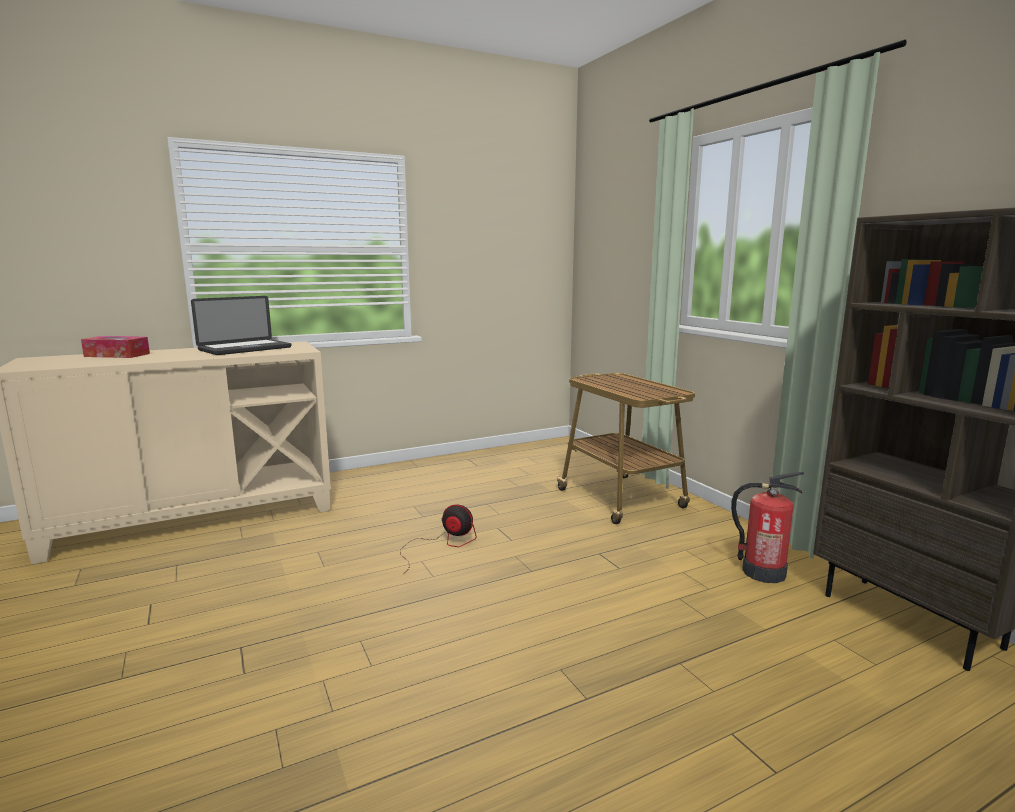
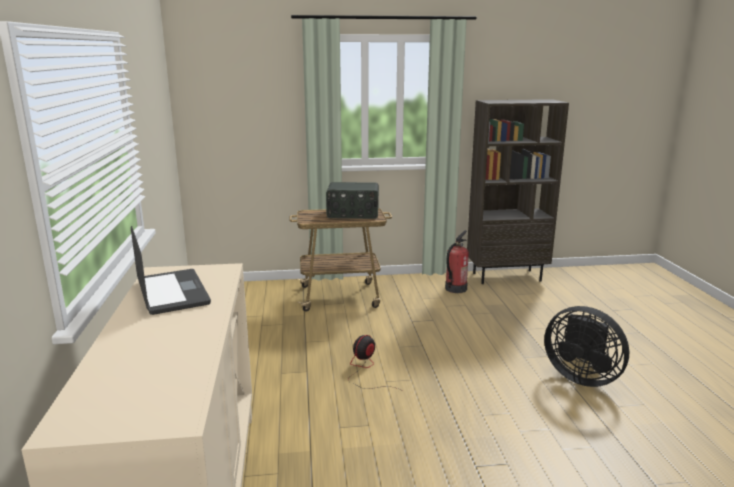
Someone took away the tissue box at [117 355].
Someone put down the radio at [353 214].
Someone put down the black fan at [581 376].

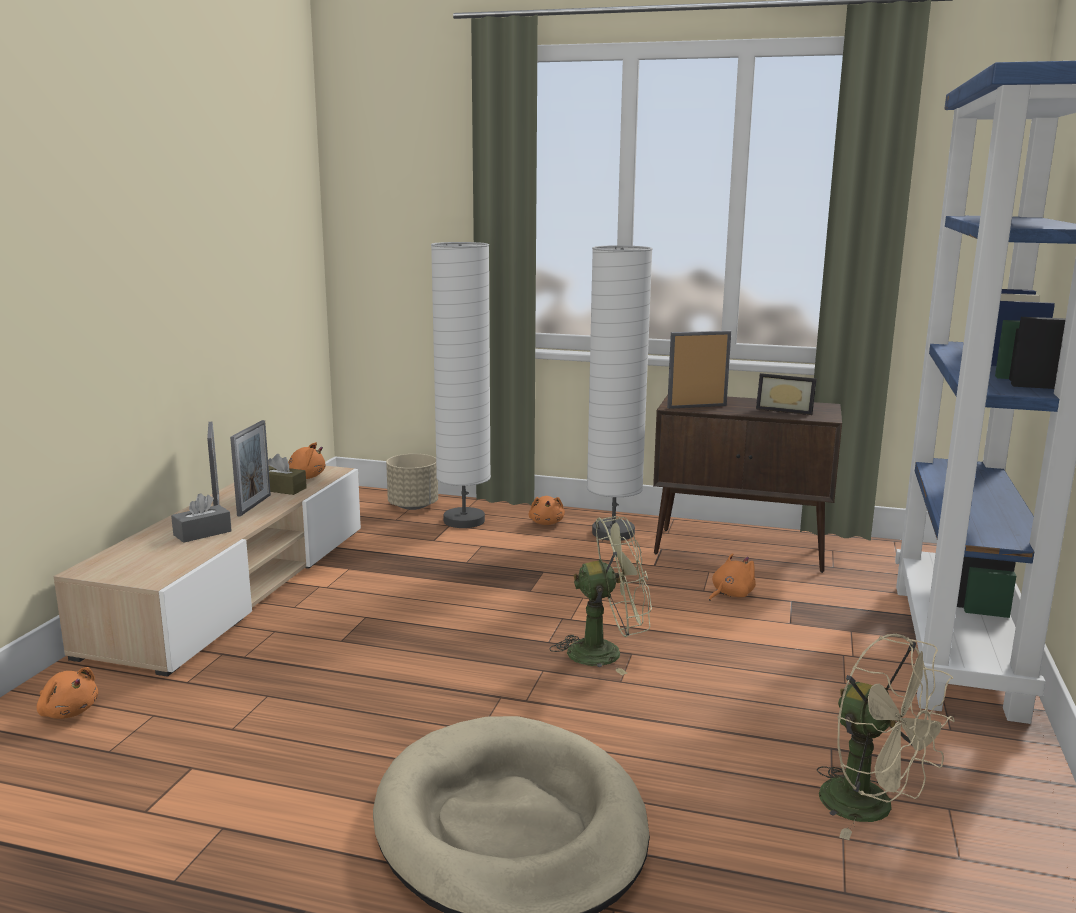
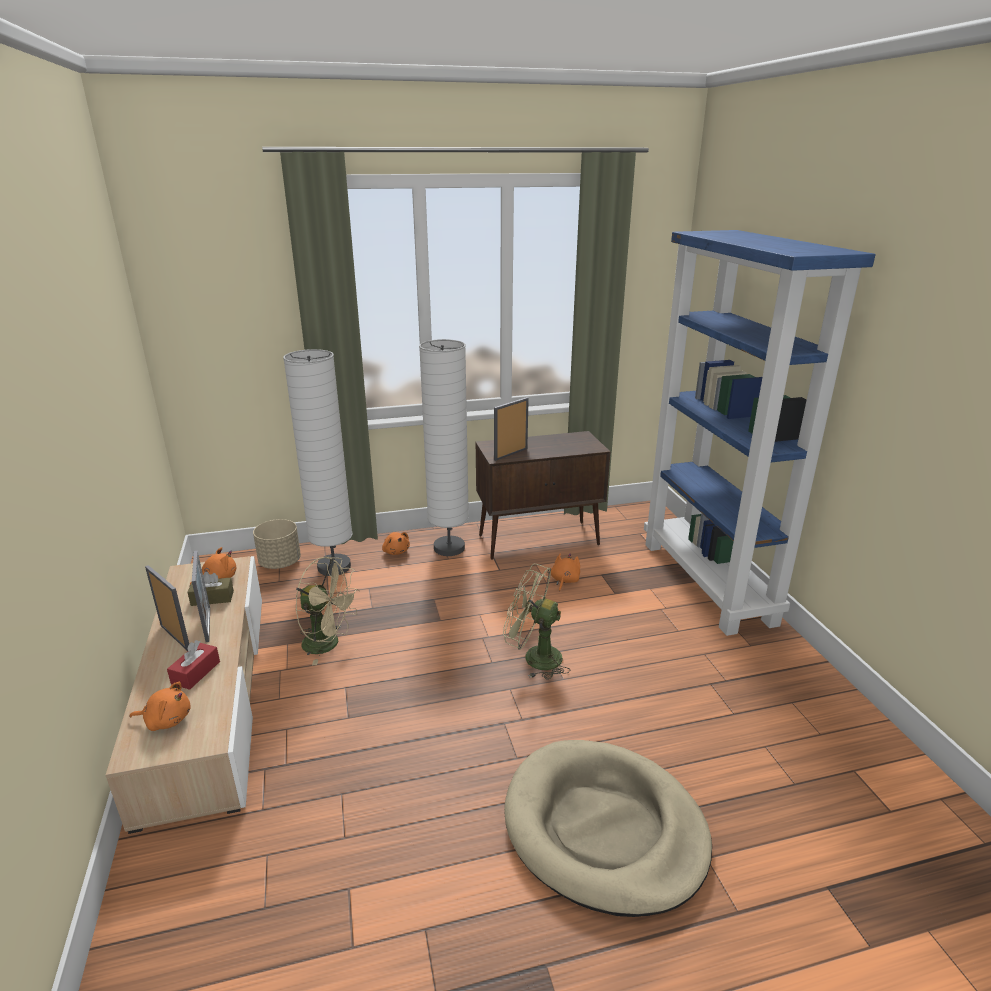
Someone carried the orange plush toy from [68 711] to [166 720].
Someone repainted the grey tissue box at [202 533], which became the red tissue box at [196 672].
Someone rotated the green fan at [606 652] by 120 degrees counterclockwise.
Someone took away the picture frame at [785 410].
Someone carried the beige fan from [872 808] to [328 644].

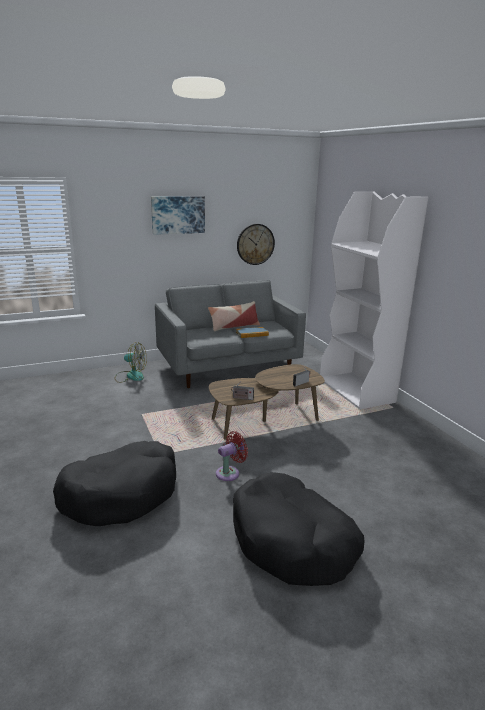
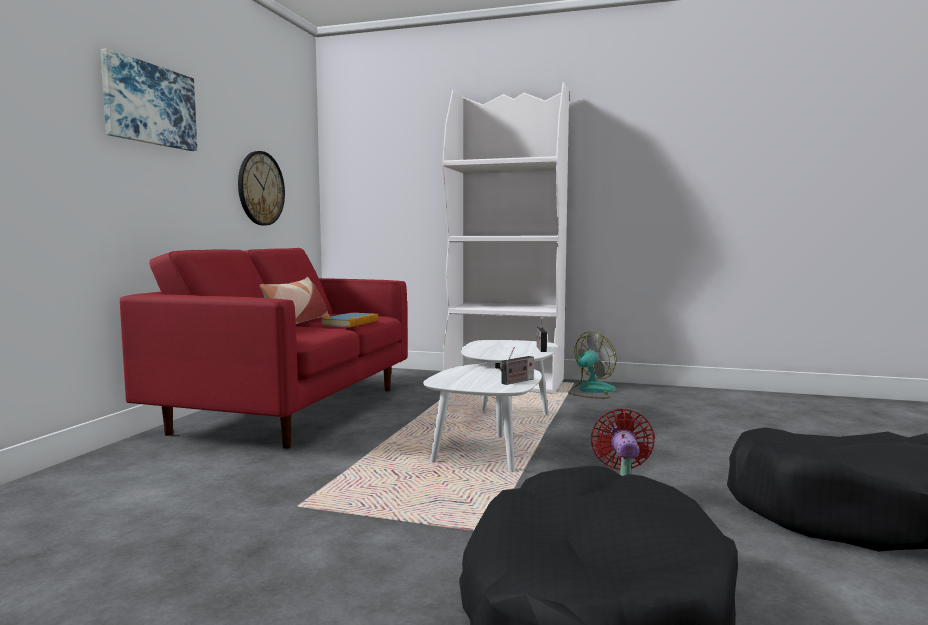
Someone carried the fan from [130 376] to [590 391].
Someone repainted the grey sofa at [229 367], which became the red sofa at [291 410].
Someone repainted the brown coffee table at [265 420], which became the white coffee table at [497 436].

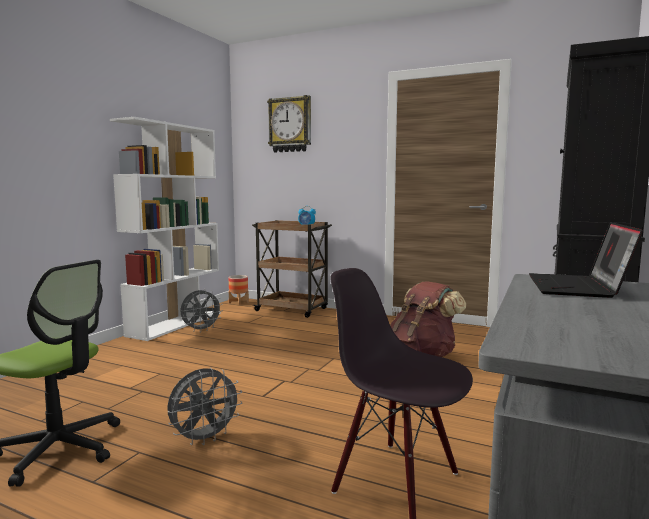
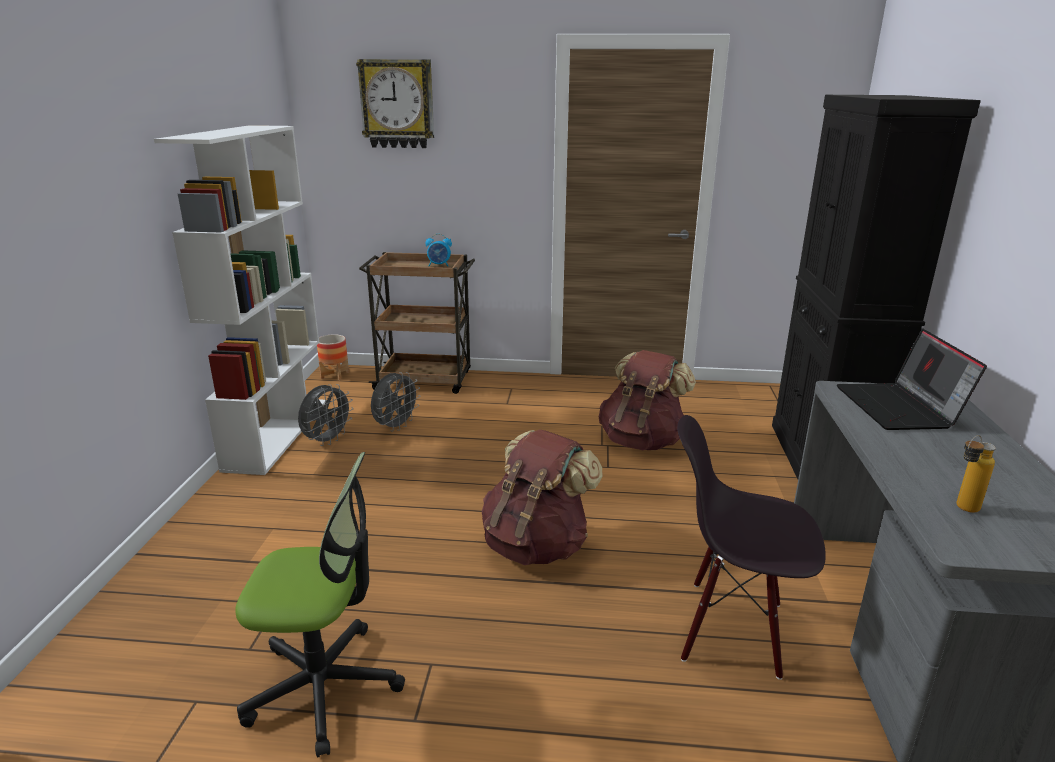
Someone carried the grey fan from [205 438] to [396 426].
Someone put down the brown backpack at [536 545].
Someone put down the bottle at [961 509].

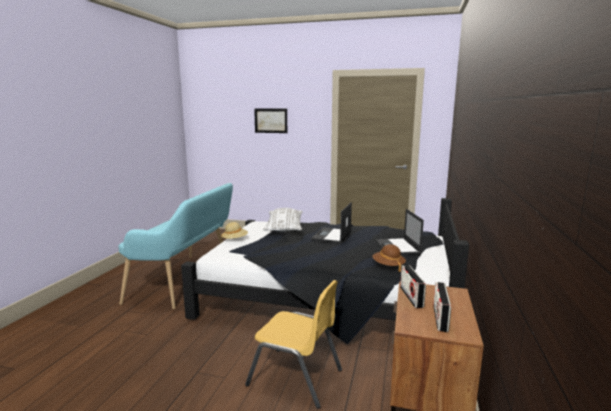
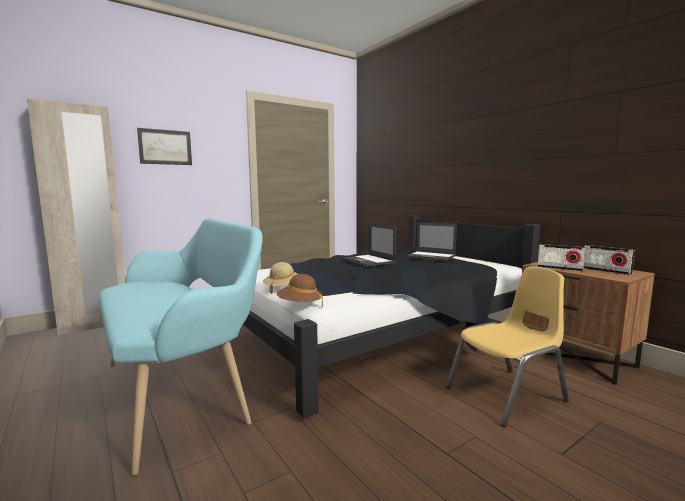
Someone took away the white pillow at [284 228].
Someone carried the brown hat from [388 266] to [300 305].
Someone put down the beige wardrobe at [94 325].

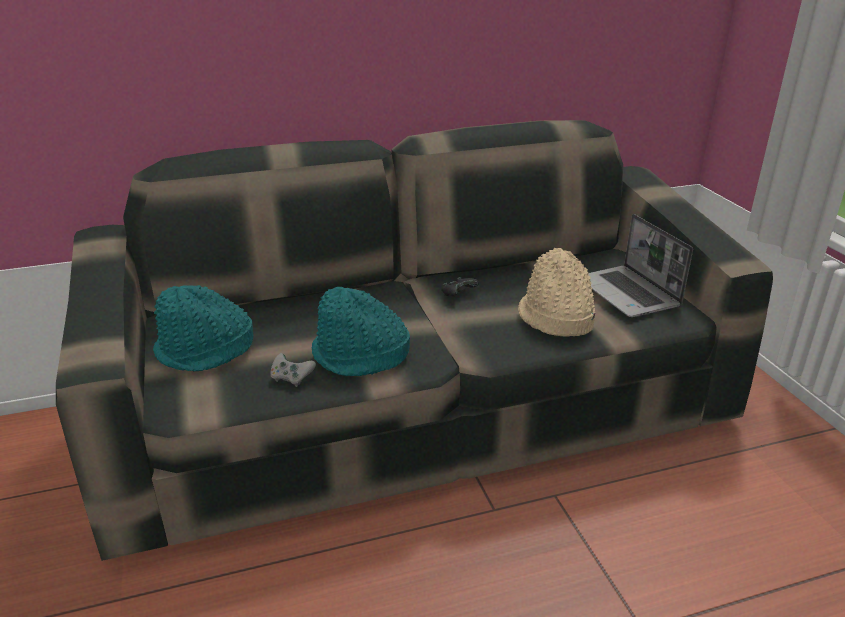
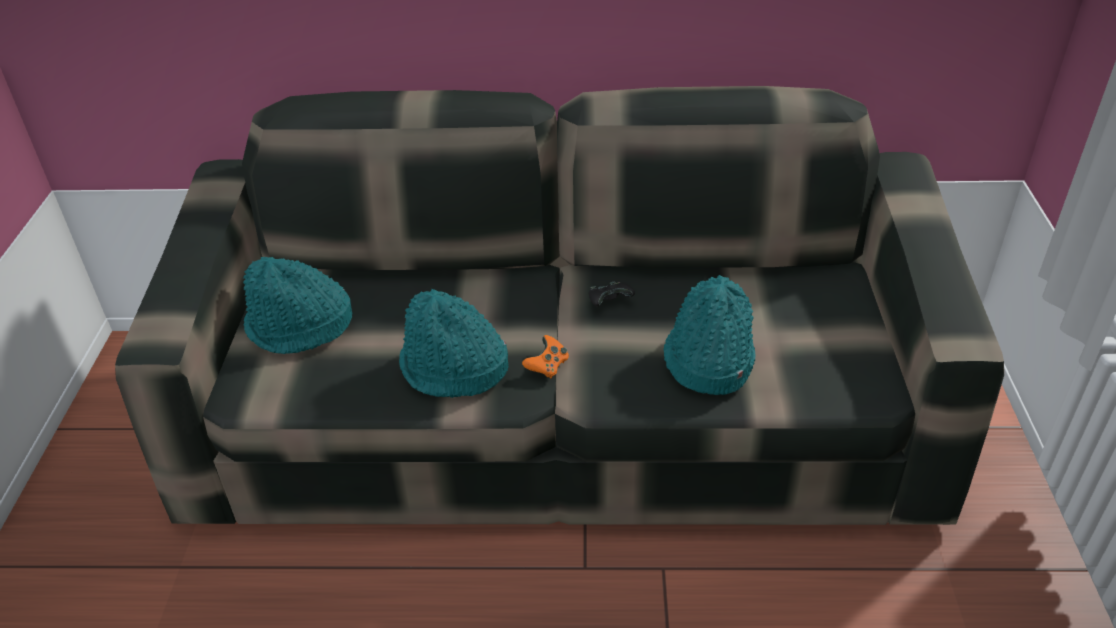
Someone took away the grey game controller at [291 378].
Someone repainted the beige hat at [555 318], which became the turquoise hat at [707 360].
Someone took away the laptop at [629 293].
Someone put down the orange game controller at [547 367].

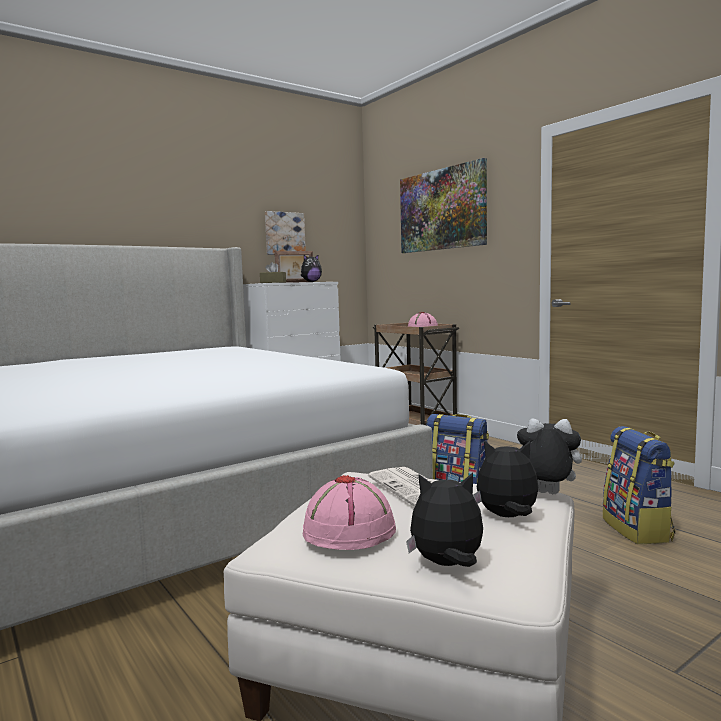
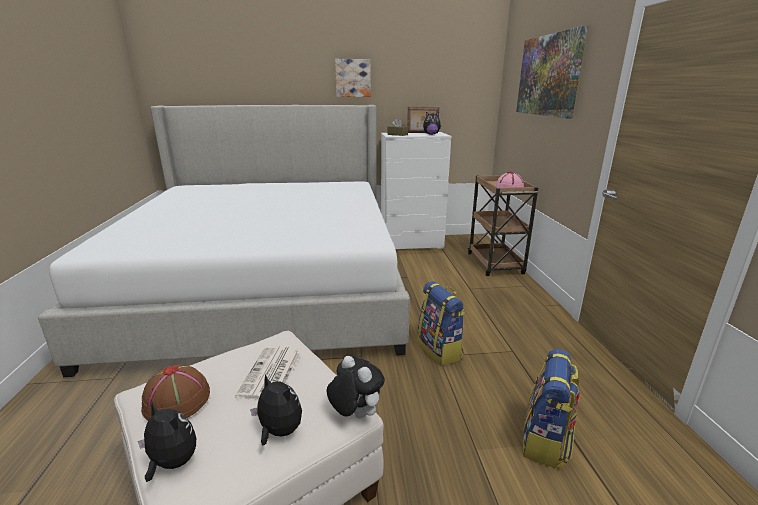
Someone carried the picture from [284 234] to [352 78].
Someone repainted the pink hat at [350 531], which became the brown hat at [177 401].

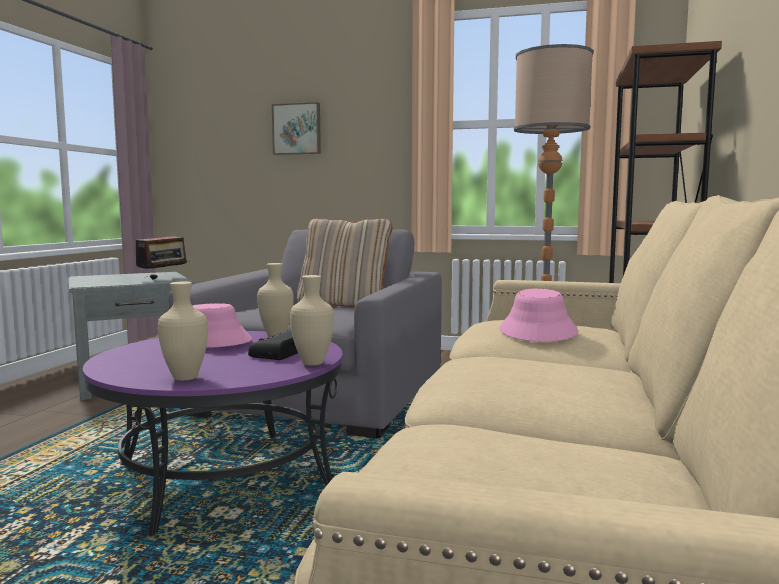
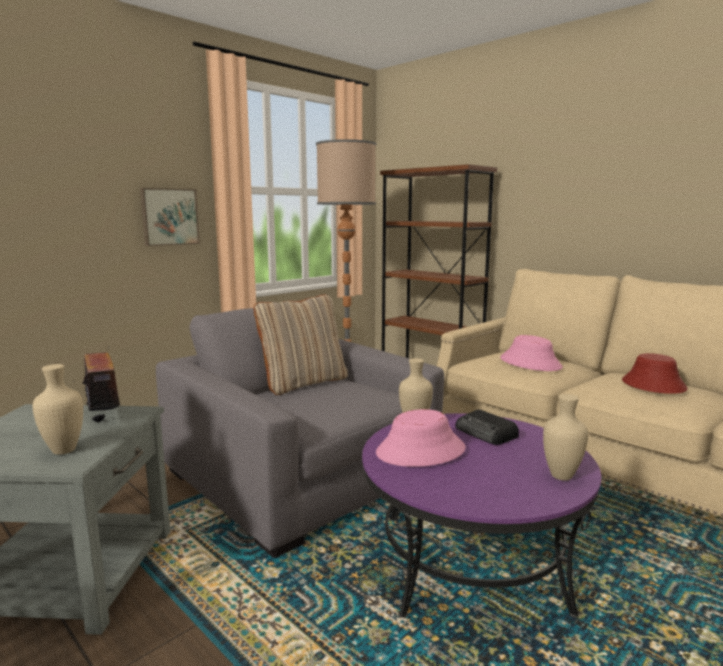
Someone carried the picture from [297 129] to [169 217].
Someone carried the beige vase from [311 363] to [62 451].
Someone put down the red hat at [653 385].

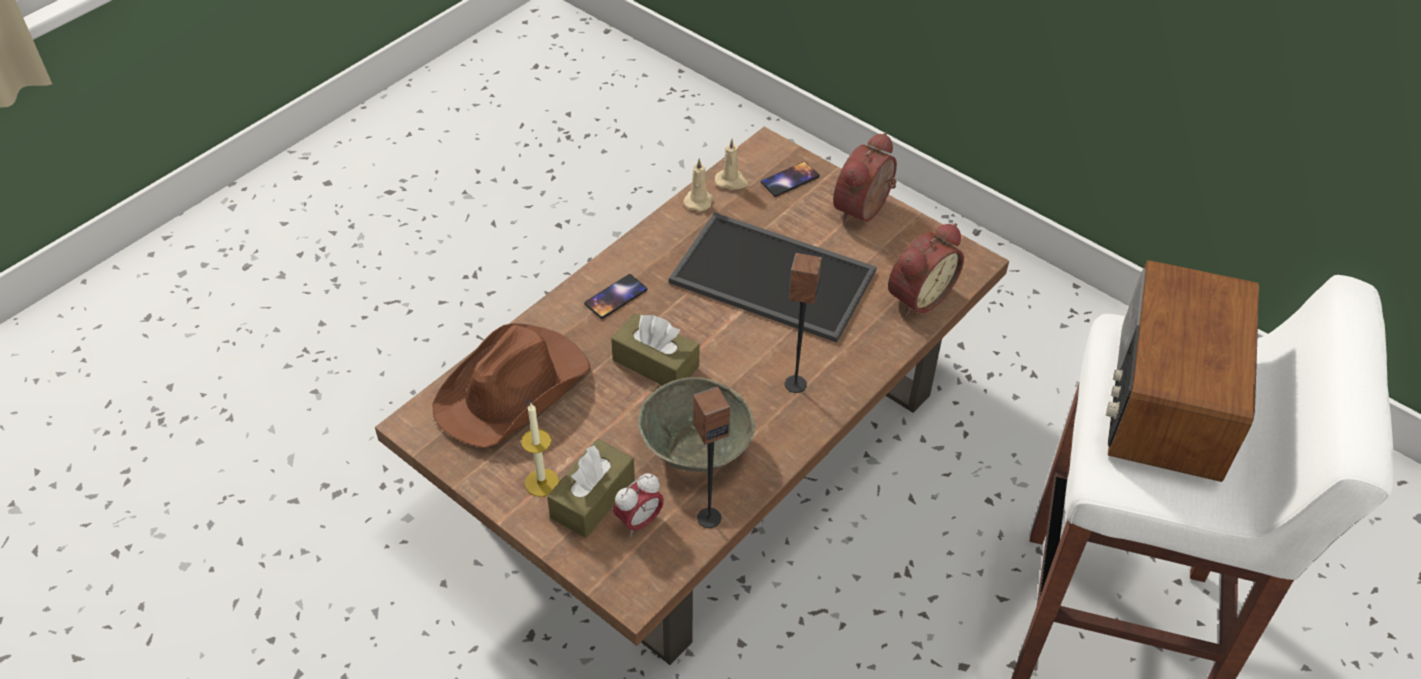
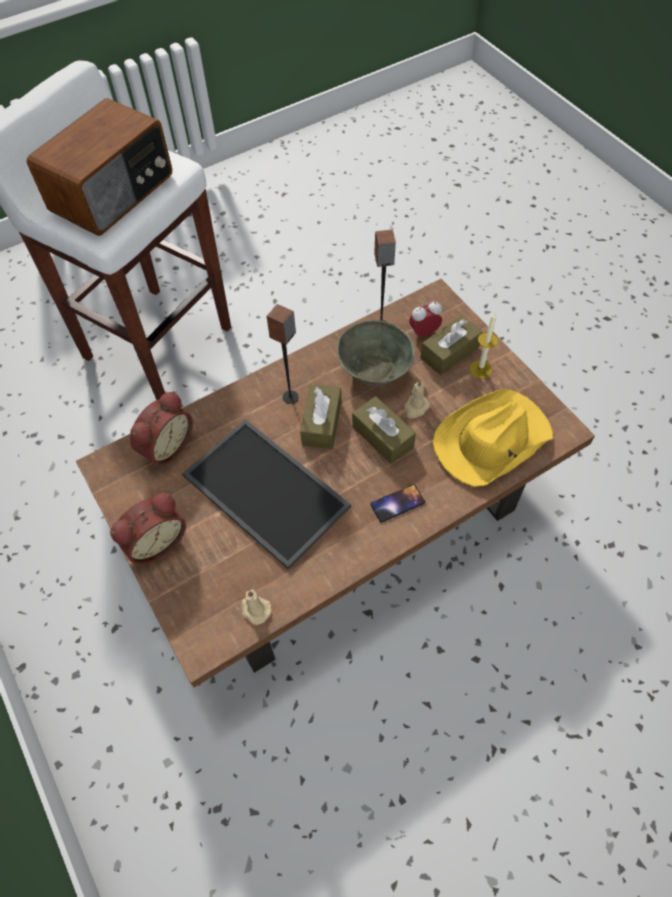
Someone repainted the brown hat at [514 389], which became the yellow hat at [491 440].
Someone carried the beige candle from [699 200] to [415 408].
Someone took away the phone at [790 179].
Someone rotated the alarm clock at [917 295] by 150 degrees clockwise.
Someone put down the brown tissue box at [322 423].

